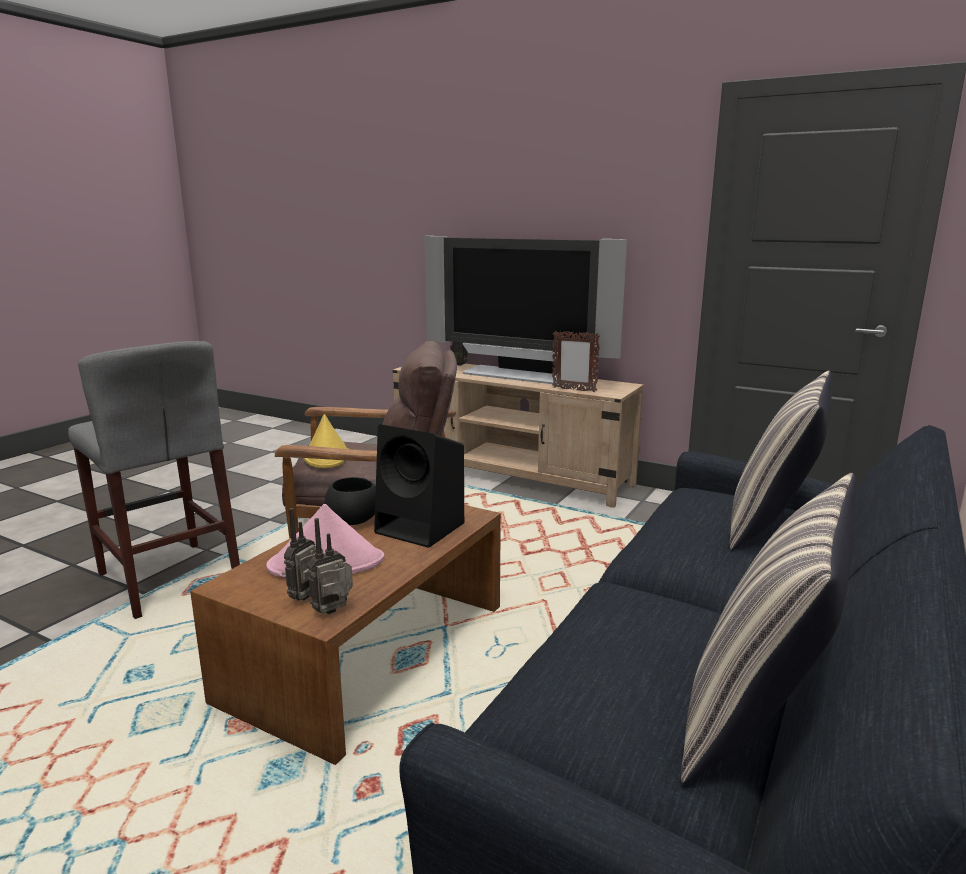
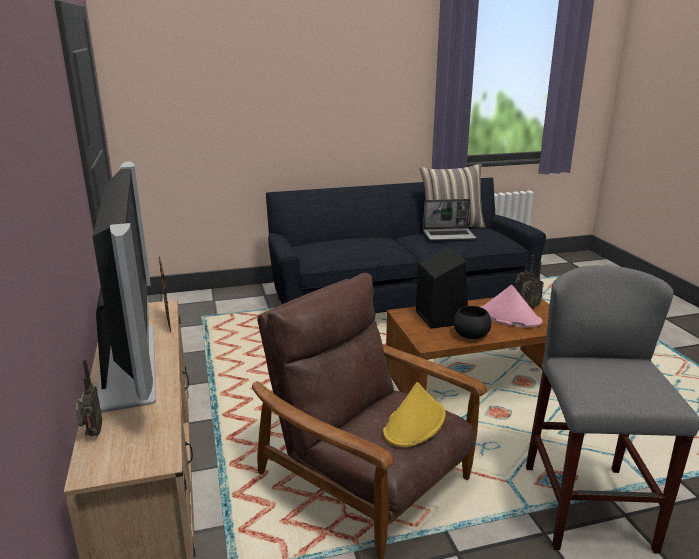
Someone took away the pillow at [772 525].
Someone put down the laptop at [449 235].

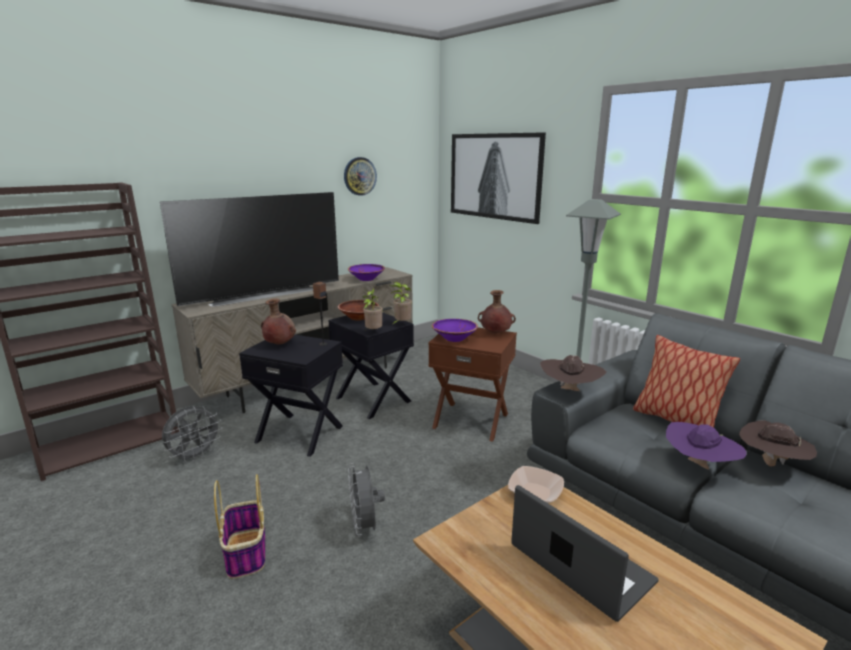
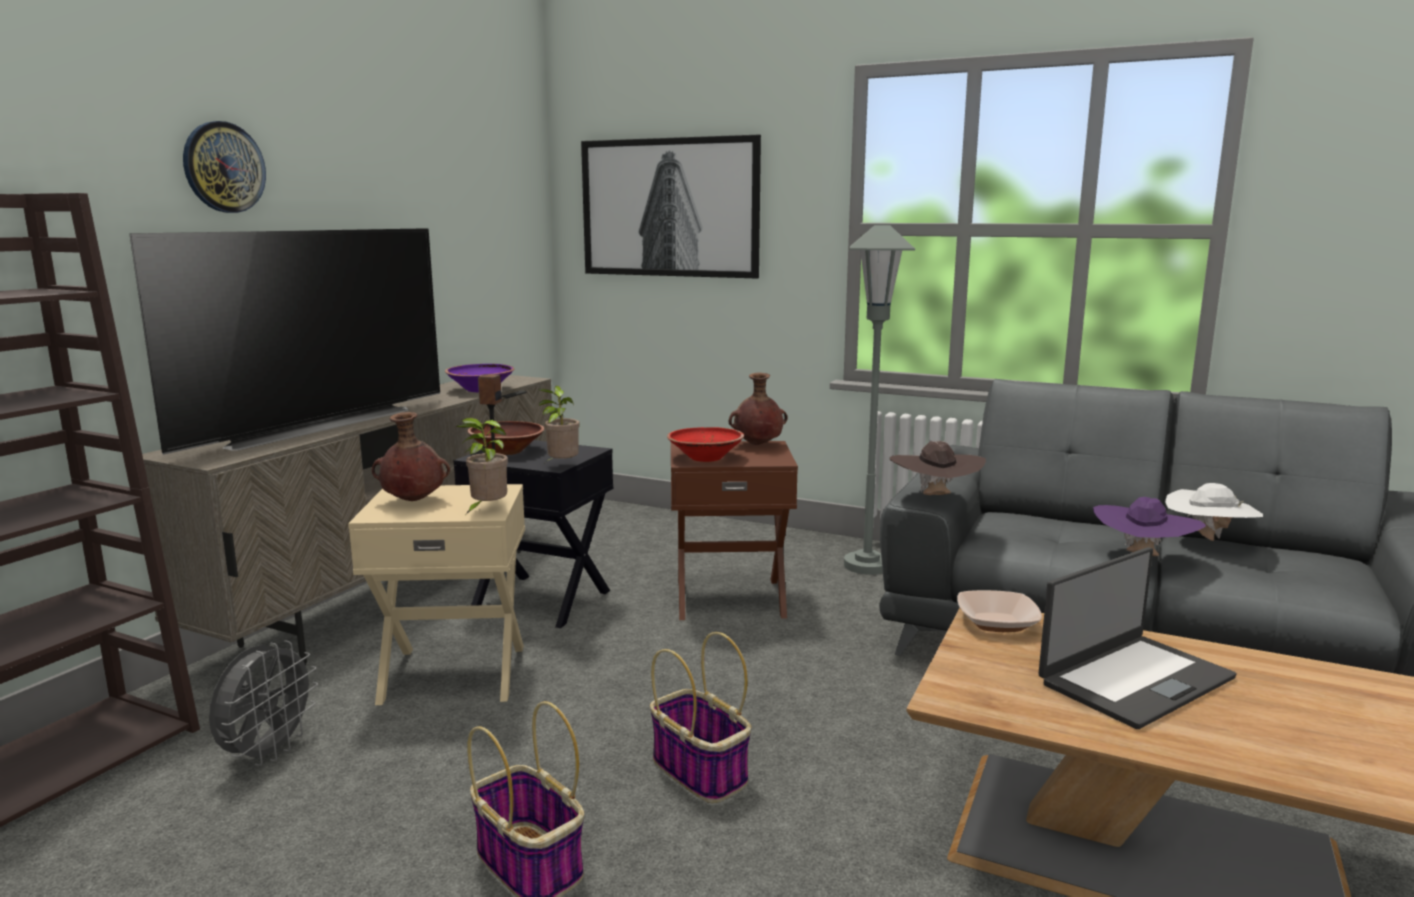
Someone repainted the black side table at [300 433], which became the beige side table at [454 672].
Someone carried the wall clock from [359 176] to [223 167].
Someone swapped the grey fan at [365 527] for the basket at [701 772].
Someone carried the potted plant from [401 324] to [487 510].
Someone repainted the purple bowl at [454 339], which became the red bowl at [705 458].
Someone rotated the laptop at [580 565] by 120 degrees clockwise.
Someone took away the pillow at [675 421].
Someone repainted the brown hat at [770 464], which became the white hat at [1208 540].

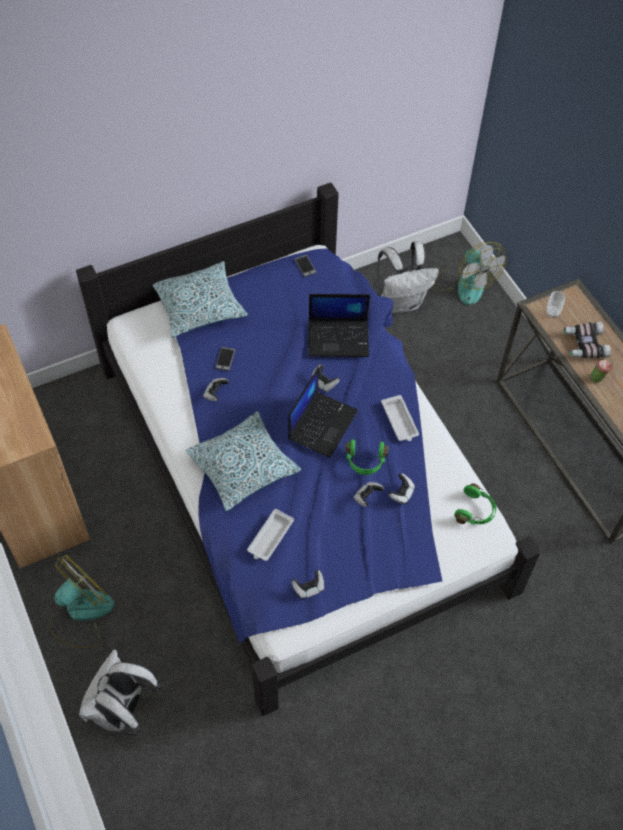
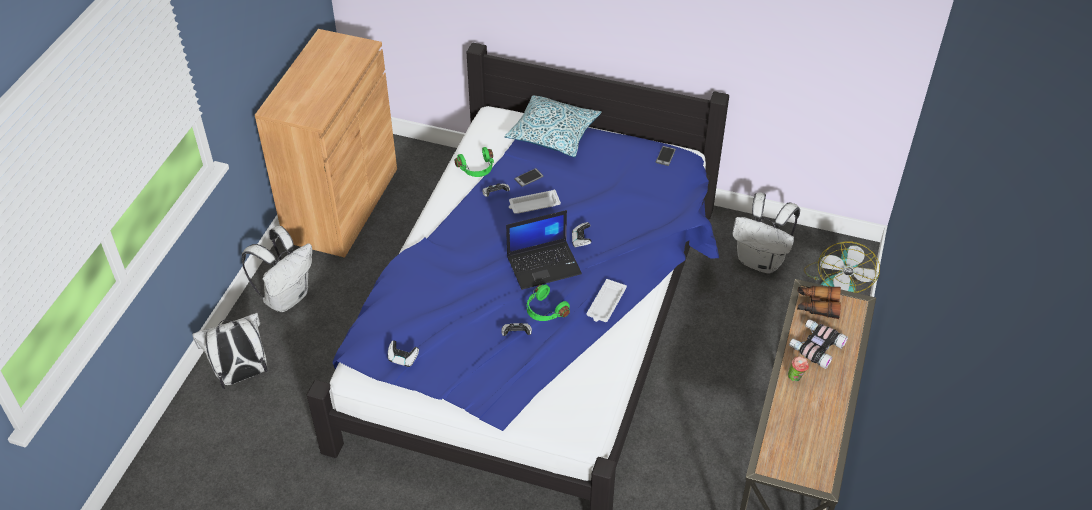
Someone swapped the fan at [80 613] for the white backpack at [287 297].
Someone took away the pillow at [243 467].
Someone carried the white tray from [270 538] to [533 205].
Someone took away the laptop at [339 338].
Someone took away the game controller at [401 493].
Someone carried the green headphones from [475 511] to [477 169].
Someone swapped the cup at [552 313] for the binoculars at [817 306].

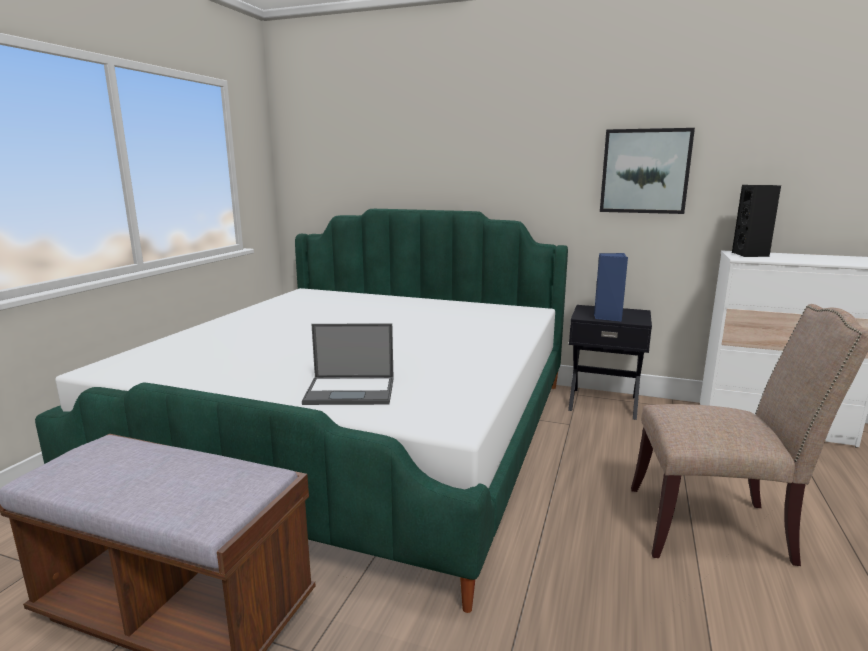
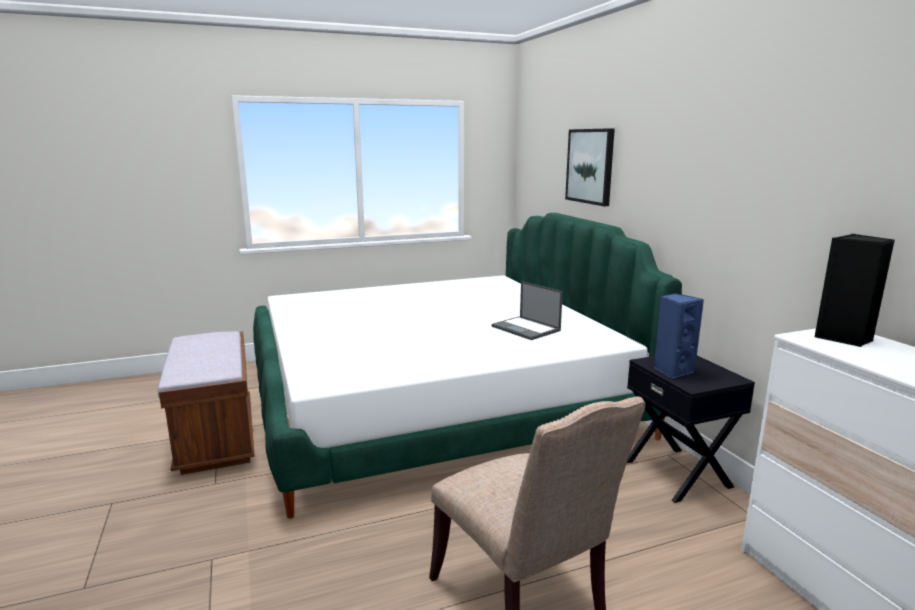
Someone carried the laptop from [351 391] to [526 328].
Someone carried the picture from [645 171] to [590 166].

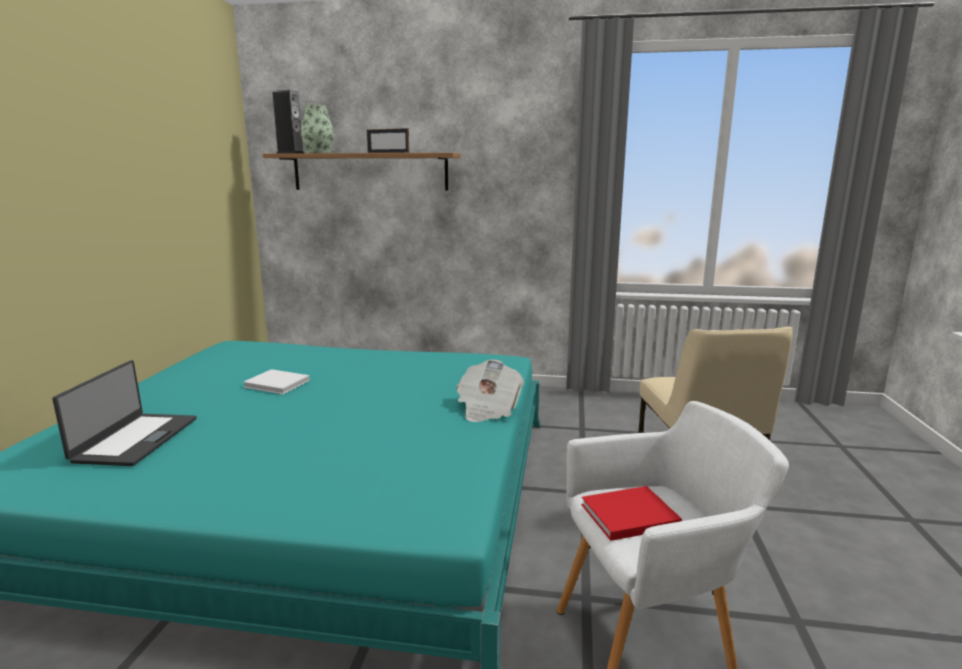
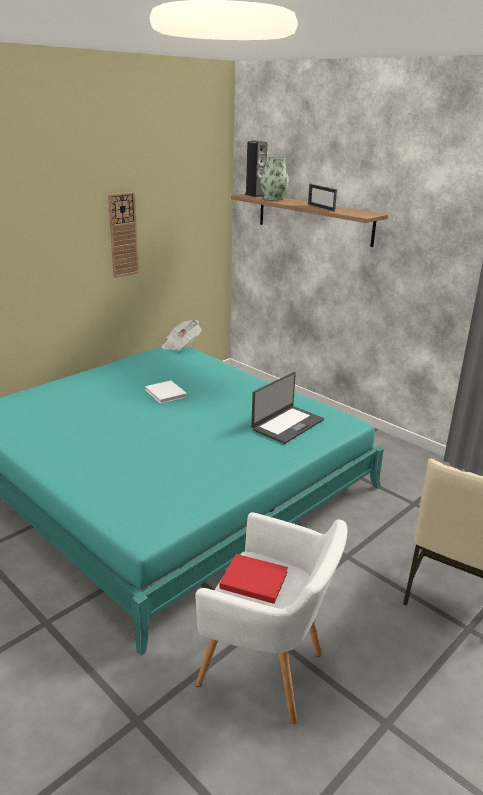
Someone carried the laptop from [135 439] to [287 424].
Someone carried the newspaper from [488 408] to [181 345].
Someone put up the wall clock at [123 235].

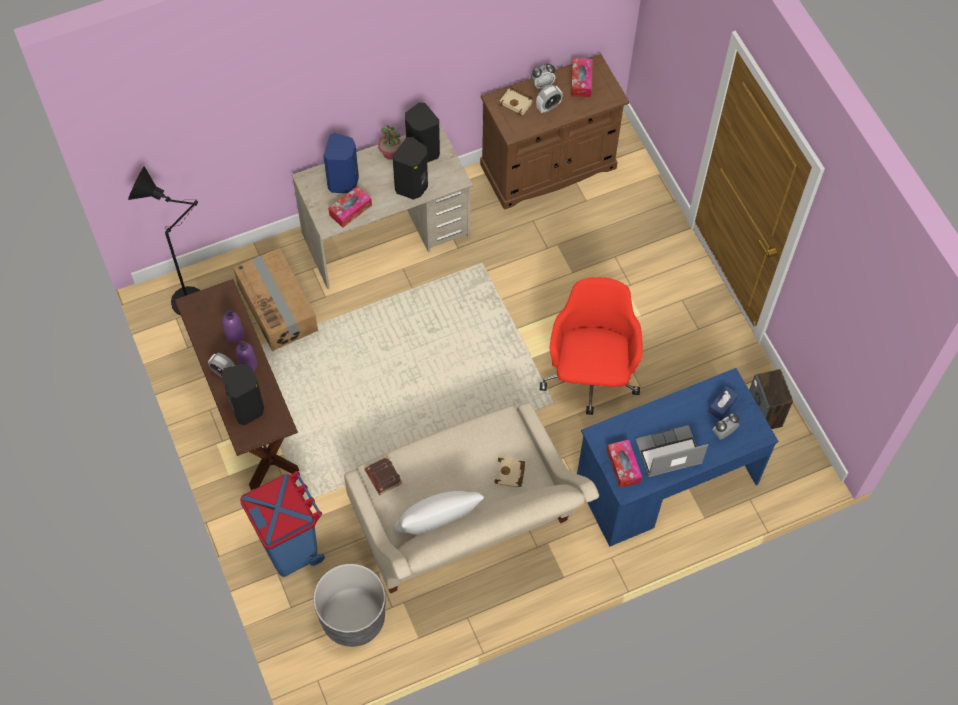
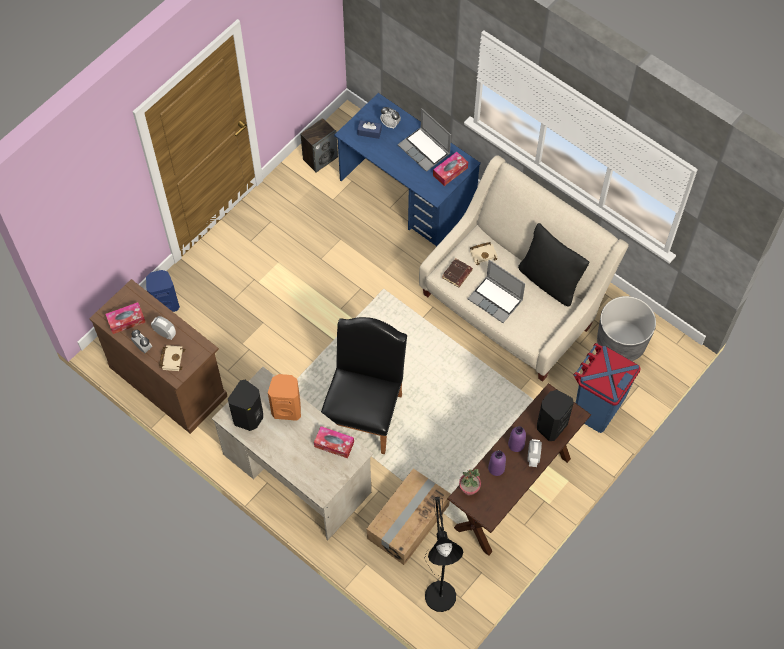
Someone carried the blue speaker from [344 181] to [165 304].
Someone carried the brown book from [382 477] to [457 274].
Someone carried the potted plant from [390 153] to [469 489].
Someone repainted the black speaker at [412 186], which became the orange speaker at [287 409].
Someone repainted the white pillow at [437 527], which became the black pillow at [549 281].
Someone took away the red office chair at [590 376].
Someone put down the black chair at [365 411].
Someone put down the laptop at [496 300].

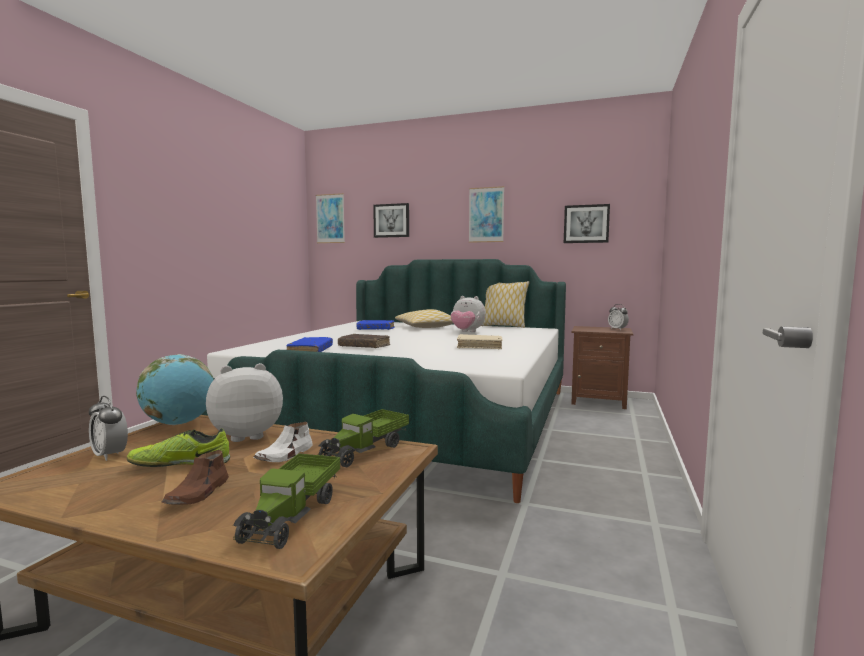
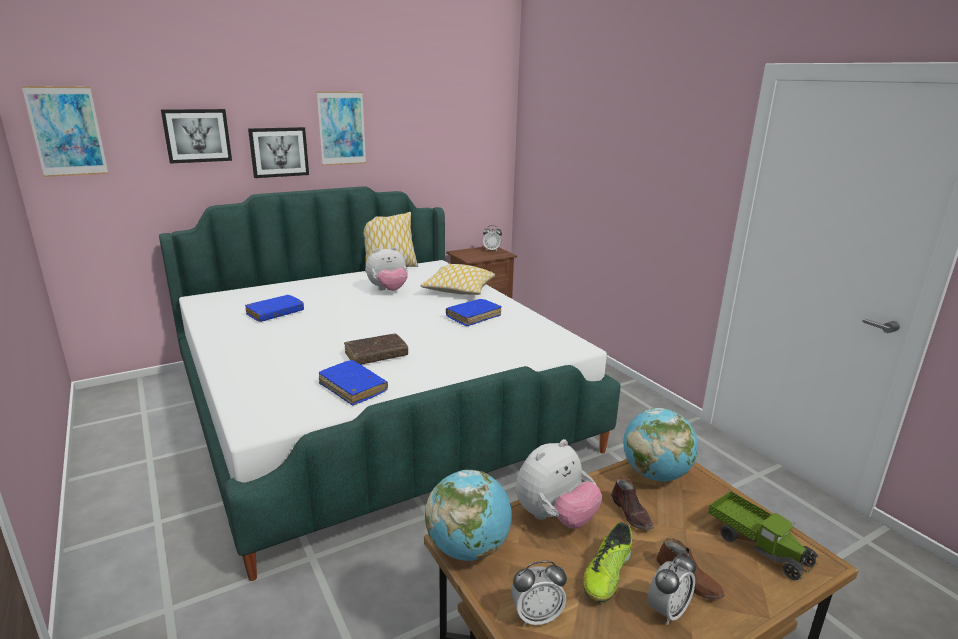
Someone rotated the plush toy at [247 435] by 150 degrees counterclockwise.
Someone repainted the white shoe at [285 455], which became the brown shoe at [632 513].
Someone swapped the toy truck at [366 450] for the globe at [655 474].
Someone carried the pillow from [425 327] to [459 289].
Someone repainted the beige book at [479 347], which became the blue book at [473 317].
Someone carried the picture from [586 224] to [279 152].
Someone put down the alarm clock at [667 611].

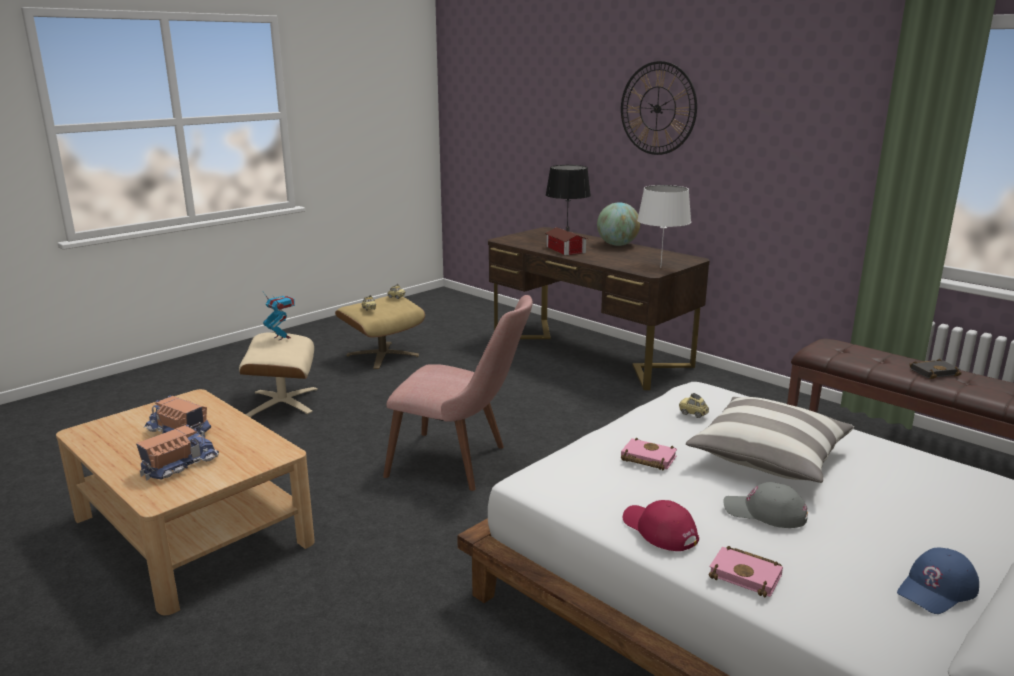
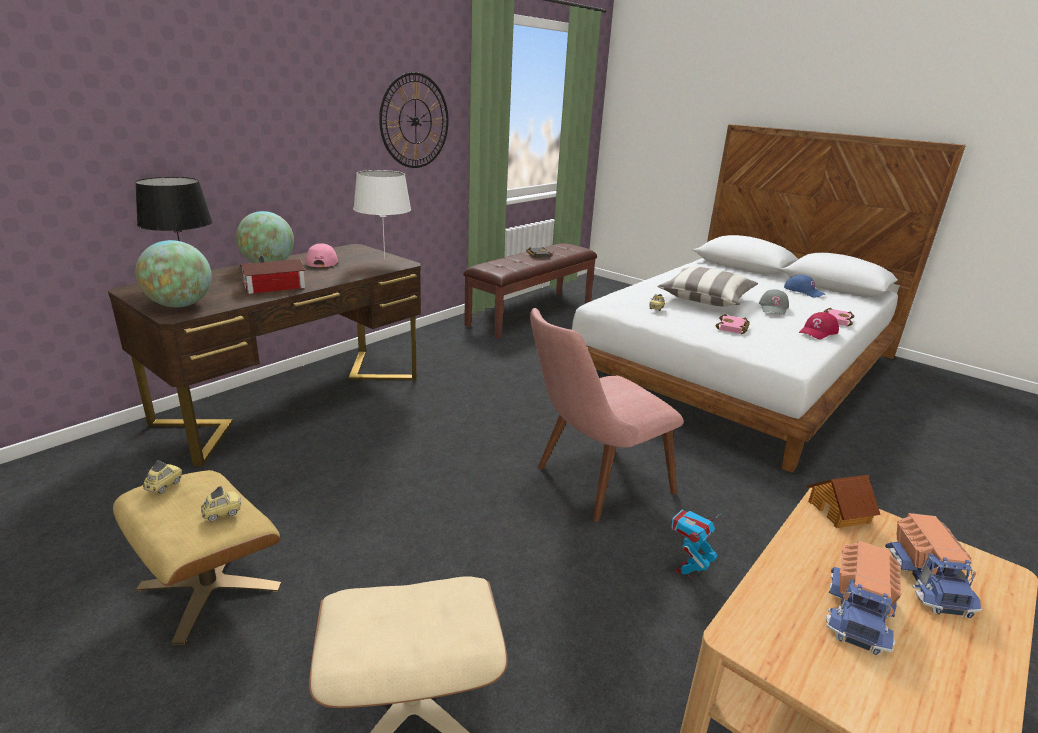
Someone rotated the toy truck at [179 465] by 120 degrees counterclockwise.
Someone carried the toy robot from [282 337] to [686 571].
Someone rotated the pink chair at [462 463] by 135 degrees counterclockwise.
Someone carried the wall clock from [657 108] to [415 121].
Someone put down the globe at [180 305].
Someone put down the pink cap at [322 261].
Someone put down the toy house at [839 511].

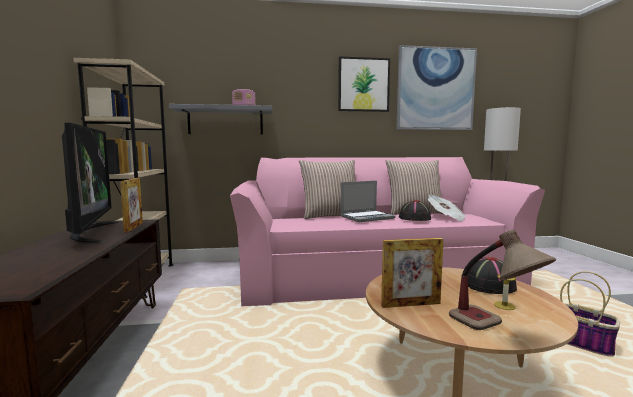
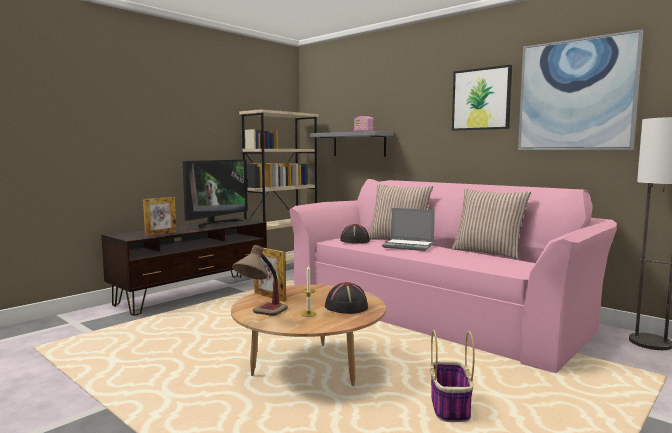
Someone carried the picture frame from [133 227] to [161 234].
Someone carried the black hat from [414 218] to [354 241].
Someone took away the newspaper at [446 218].

